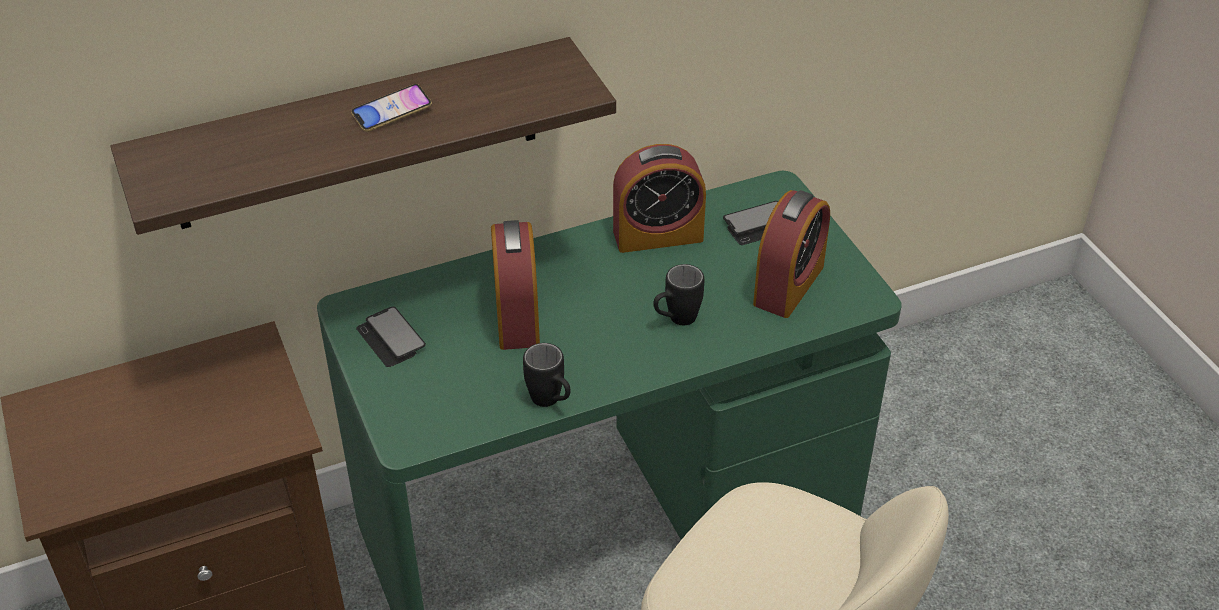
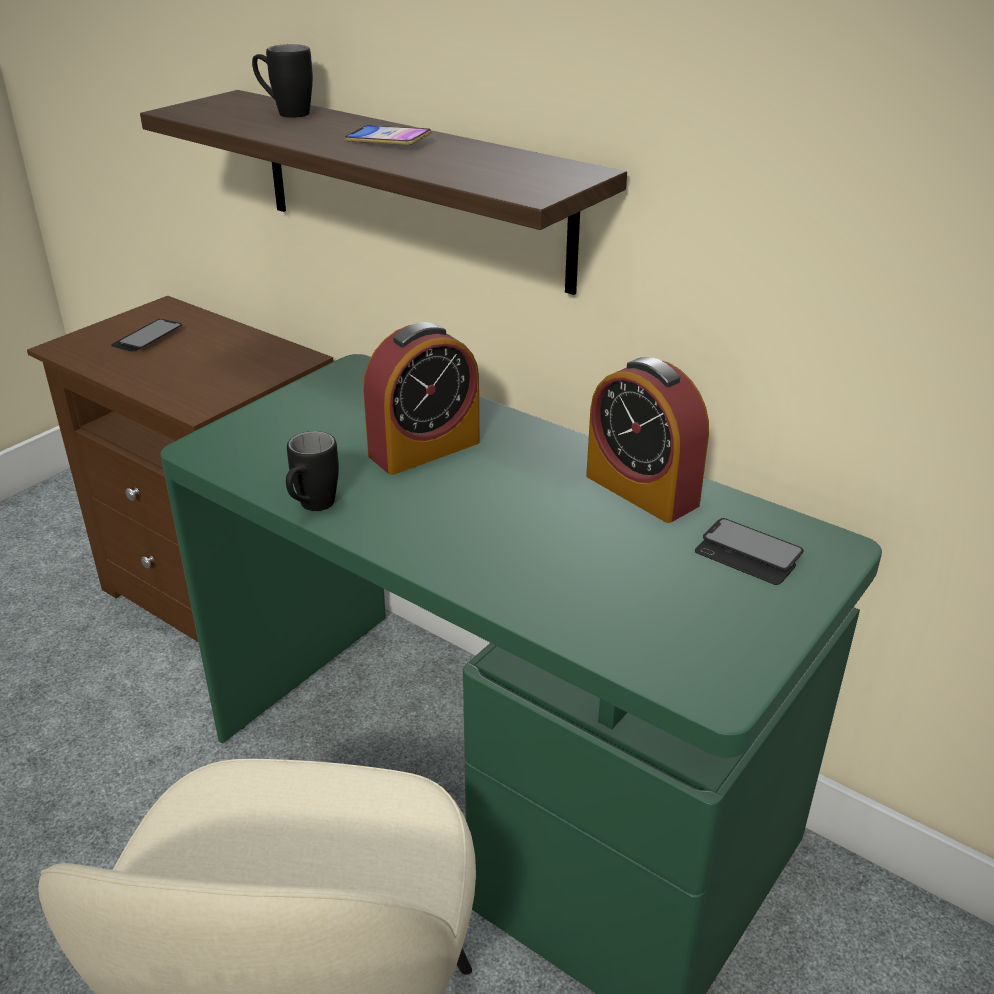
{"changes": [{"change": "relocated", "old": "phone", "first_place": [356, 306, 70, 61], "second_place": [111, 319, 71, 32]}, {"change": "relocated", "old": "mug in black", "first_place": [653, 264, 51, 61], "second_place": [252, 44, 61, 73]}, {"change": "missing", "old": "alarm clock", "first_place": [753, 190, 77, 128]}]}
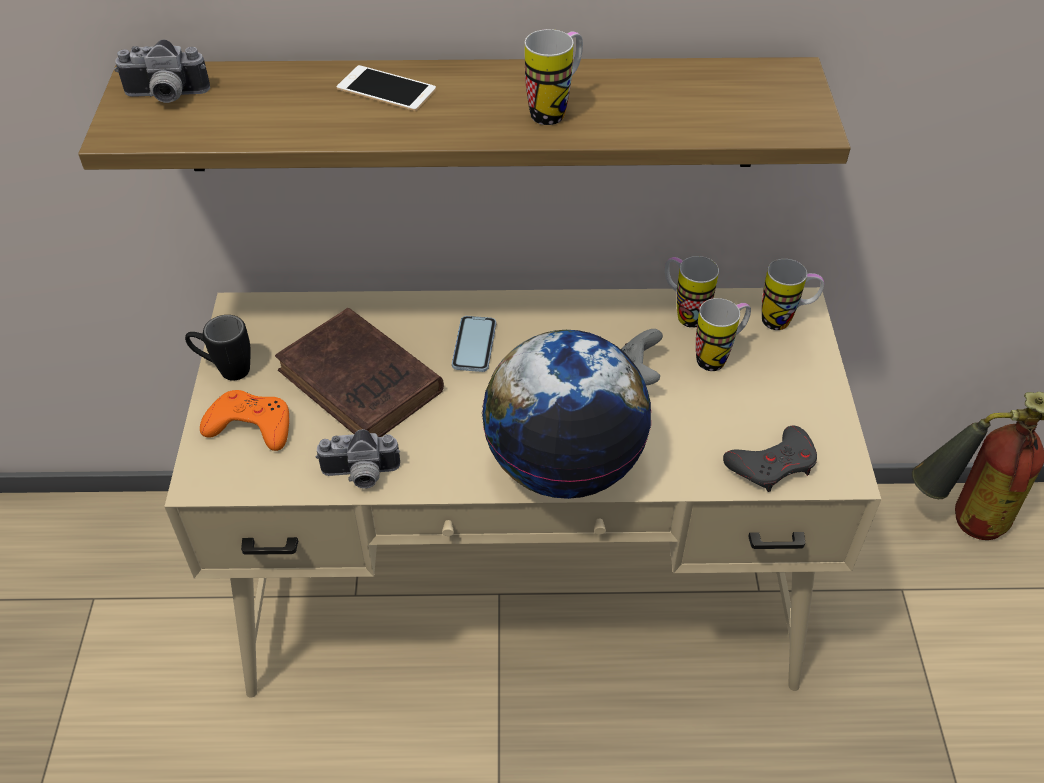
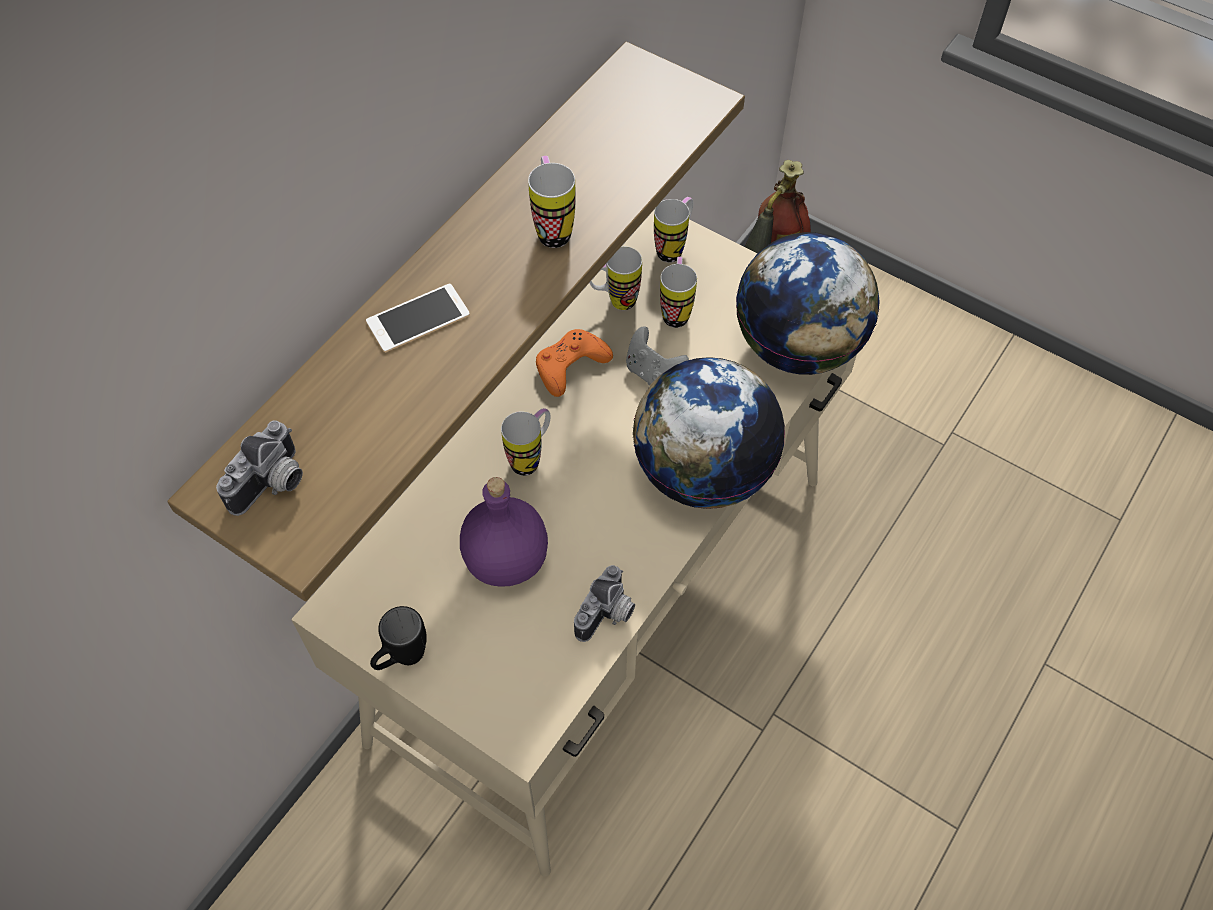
{"changes": [{"change": "exchanged", "old": "book in brown", "new": "bottle in purple", "first_place": [275, 308, 169, 129], "second_place": [460, 477, 88, 110]}, {"change": "exchanged", "old": "phone", "new": "mug", "first_place": [452, 316, 44, 56], "second_place": [501, 408, 50, 68]}, {"change": "relocated", "old": "game controller in orange", "first_place": [200, 390, 89, 61], "second_place": [536, 329, 77, 68]}, {"change": "exchanged", "old": "game controller in grey", "new": "globe", "first_place": [723, 426, 94, 66], "second_place": [736, 232, 144, 143]}]}
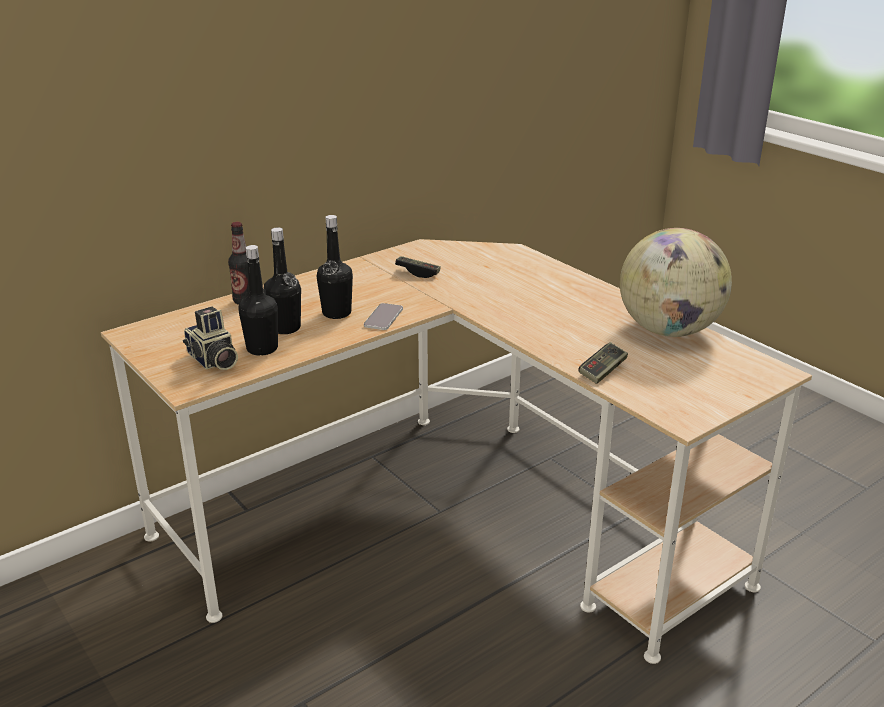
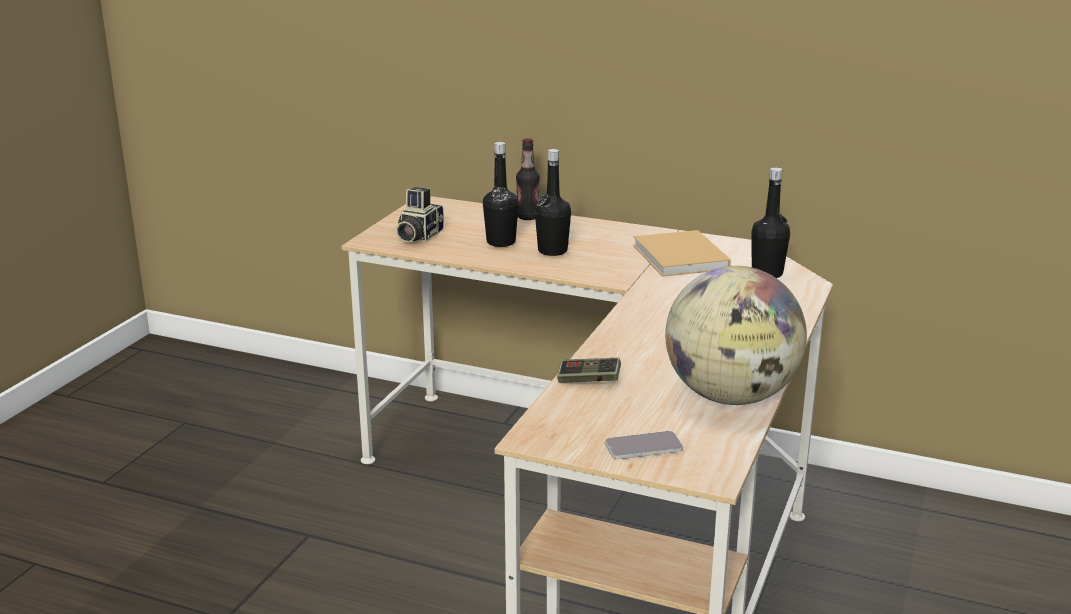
{"changes": [{"change": "relocated", "old": "phone", "first_place": [364, 303, 39, 27], "second_place": [605, 431, 78, 28]}, {"change": "exchanged", "old": "game controller", "new": "book in beige", "first_place": [395, 256, 46, 22], "second_place": [633, 230, 98, 47]}, {"change": "relocated", "old": "bottle in black", "first_place": [239, 245, 39, 111], "second_place": [751, 167, 39, 111]}]}
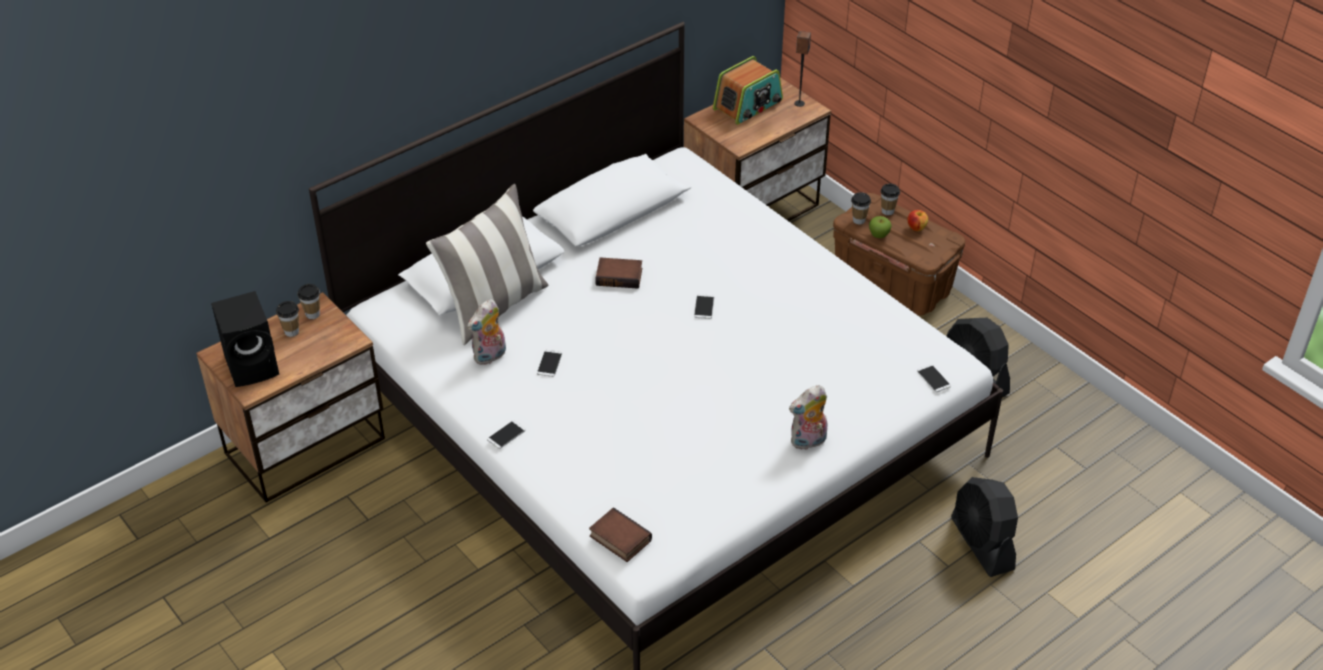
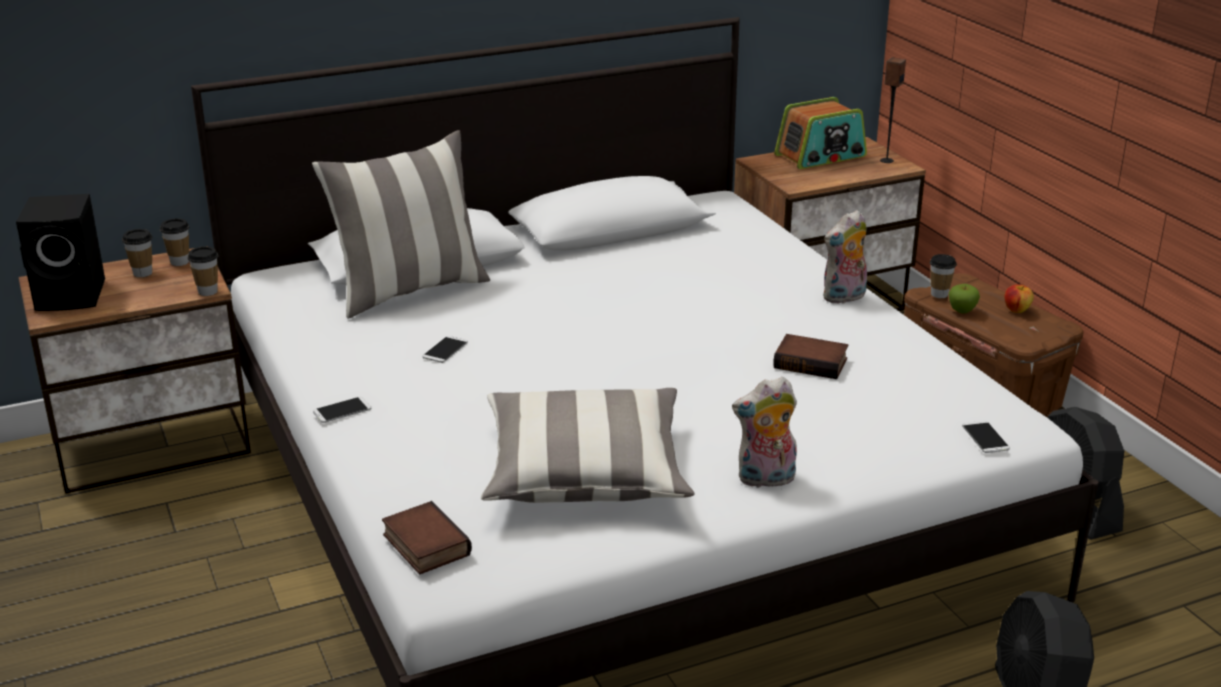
{"changes": [{"change": "relocated", "old": "cup", "first_place": [880, 184, 20, 32], "second_place": [188, 246, 30, 50]}, {"change": "appeared", "new": "pillow", "second_place": [481, 388, 213, 115]}, {"change": "relocated", "old": "book", "first_place": [595, 257, 47, 32], "second_place": [773, 334, 75, 45]}, {"change": "relocated", "old": "plush toy", "first_place": [467, 299, 39, 66], "second_place": [823, 210, 44, 94]}, {"change": "missing", "old": "phone", "first_place": [694, 294, 20, 25]}]}
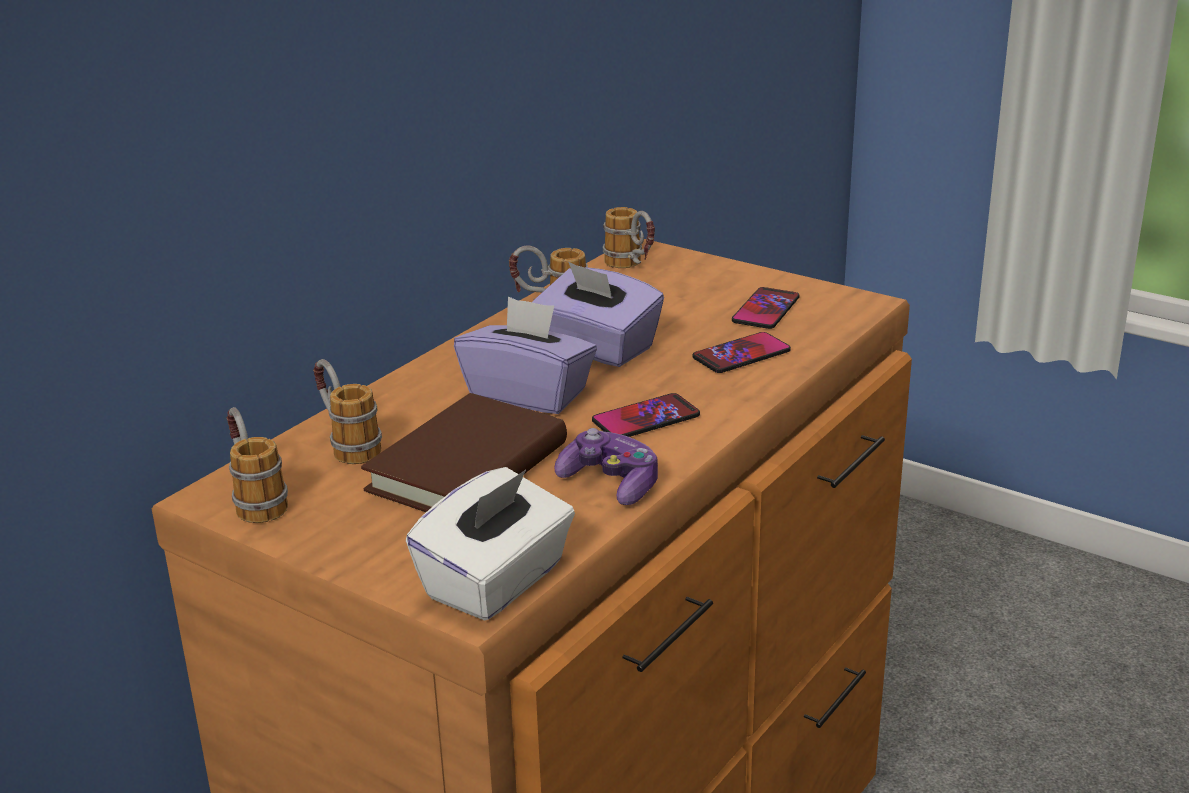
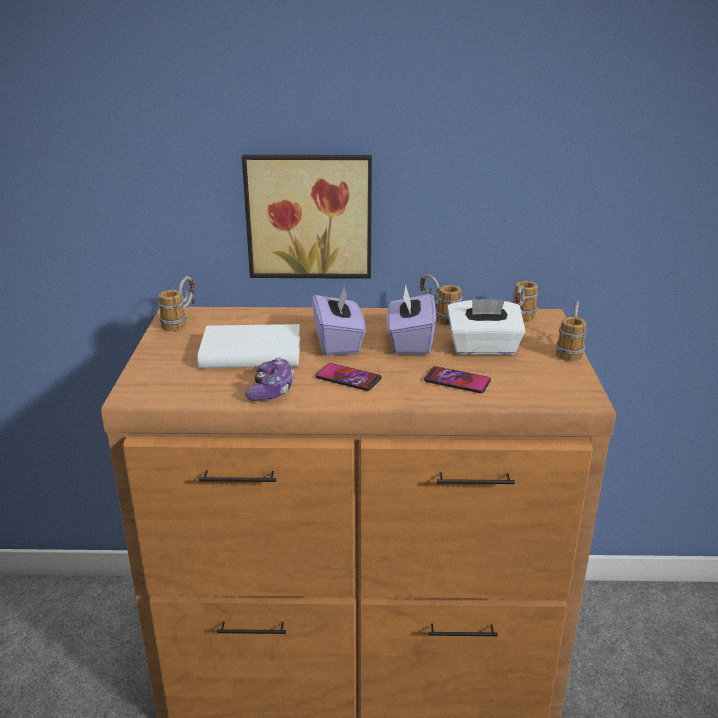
{"changes": [{"change": "colour", "old": "book in brown", "new": "book in white", "first_place": [361, 393, 206, 119], "second_place": [198, 324, 102, 44]}, {"change": "appeared", "new": "picture", "second_place": [242, 155, 130, 124]}, {"change": "relocated", "old": "tissue box in white", "first_place": [406, 467, 169, 154], "second_place": [447, 298, 79, 57]}, {"change": "relocated", "old": "mug", "first_place": [313, 359, 69, 105], "second_place": [556, 301, 31, 60]}, {"change": "missing", "old": "phone", "first_place": [732, 287, 67, 42]}]}
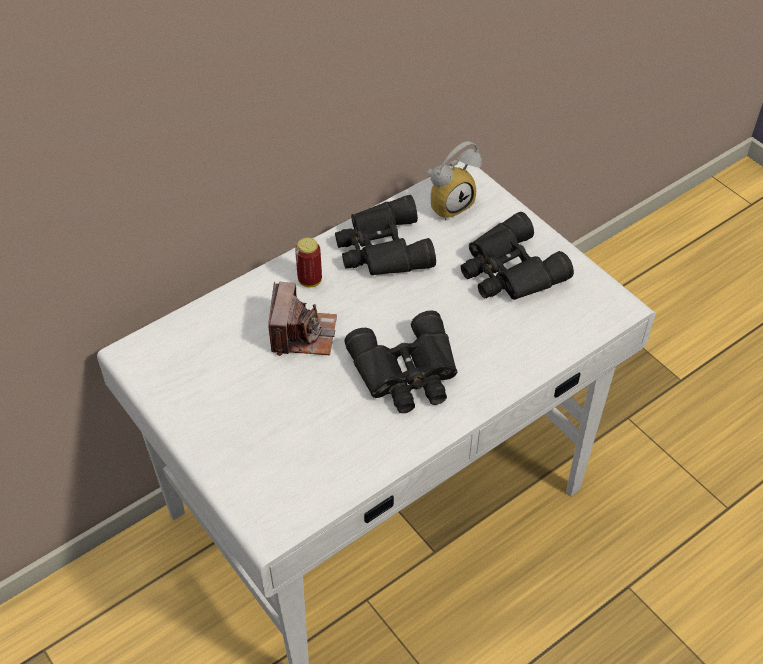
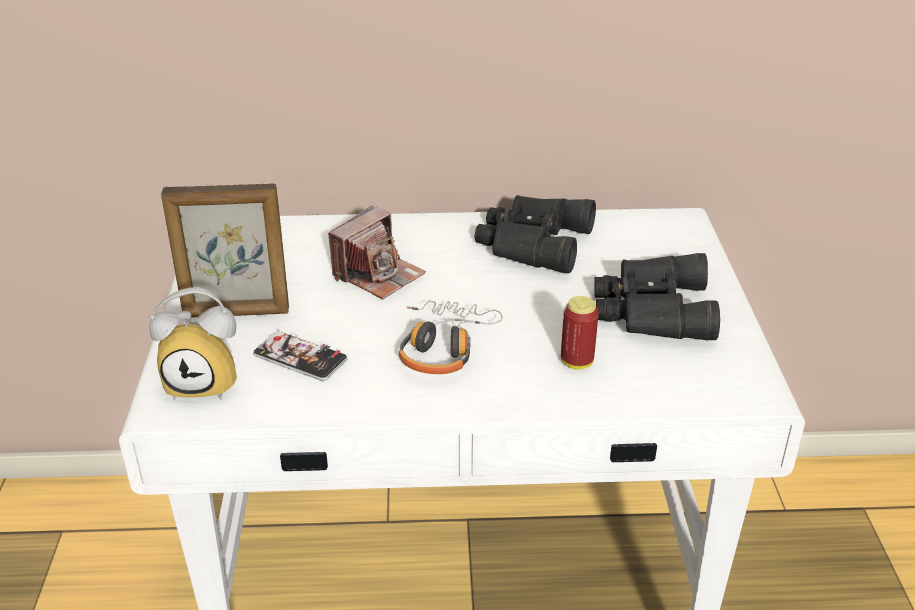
{"changes": [{"change": "relocated", "old": "alarm clock", "first_place": [427, 141, 55, 79], "second_place": [149, 287, 88, 113]}, {"change": "appeared", "new": "picture frame", "second_place": [161, 183, 128, 134]}, {"change": "appeared", "new": "phone", "second_place": [253, 329, 95, 52]}, {"change": "exchanged", "old": "binoculars in black", "new": "headphones", "first_place": [345, 311, 113, 102], "second_place": [399, 301, 104, 73]}, {"change": "relocated", "old": "can", "first_place": [295, 238, 27, 49], "second_place": [561, 296, 38, 74]}]}
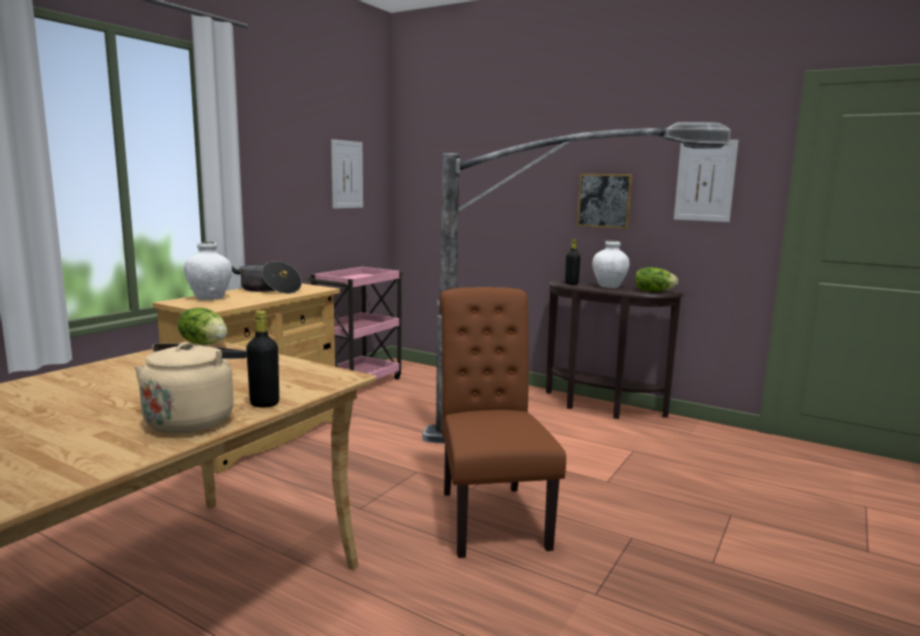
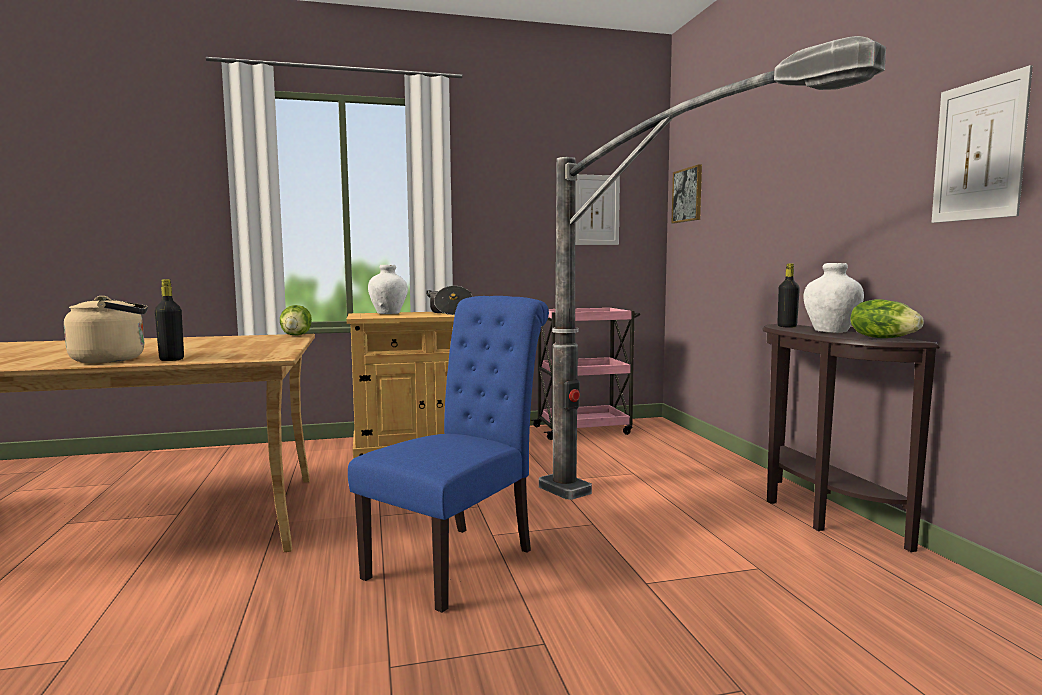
{"changes": [{"change": "colour", "old": "chair in brown", "new": "chair in blue", "first_place": [439, 287, 127, 271], "second_place": [348, 296, 201, 317]}, {"change": "relocated", "old": "picture", "first_place": [577, 174, 56, 55], "second_place": [672, 164, 30, 59]}]}
